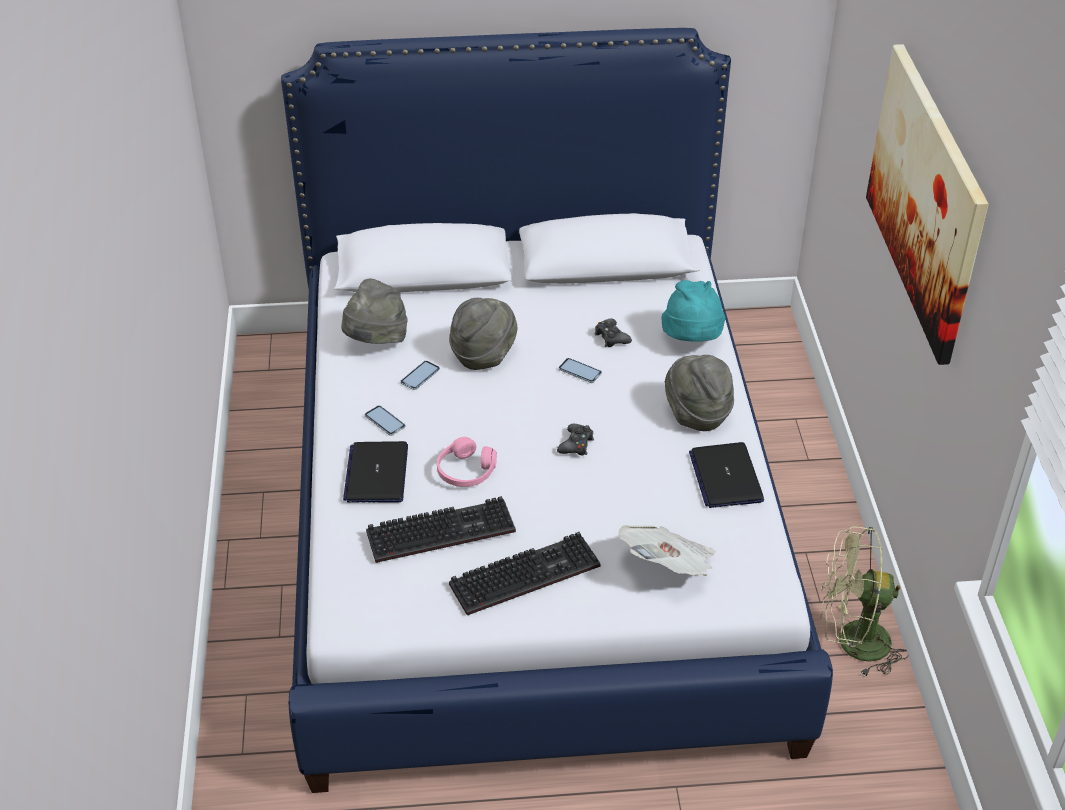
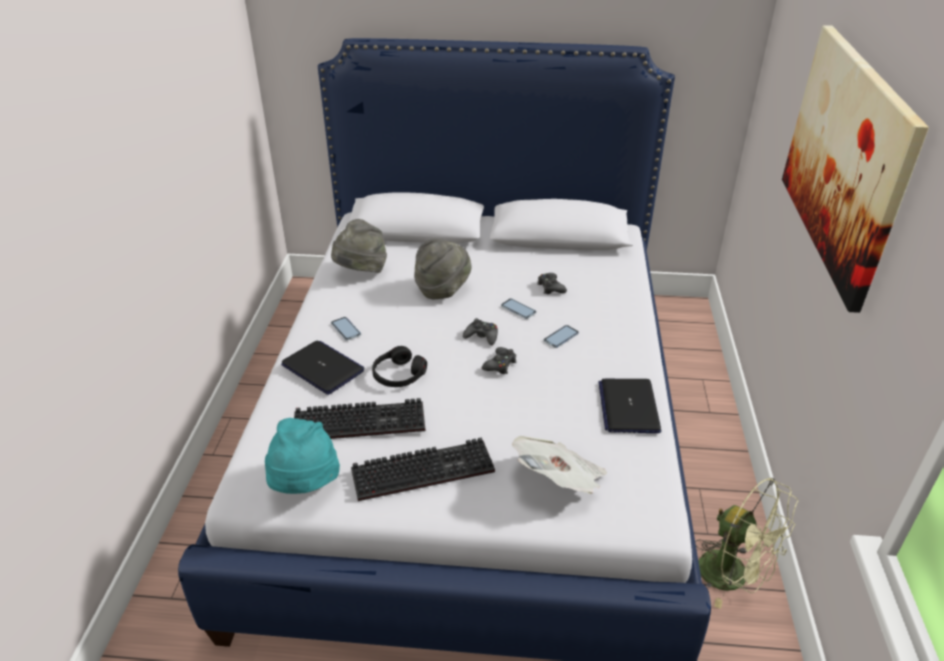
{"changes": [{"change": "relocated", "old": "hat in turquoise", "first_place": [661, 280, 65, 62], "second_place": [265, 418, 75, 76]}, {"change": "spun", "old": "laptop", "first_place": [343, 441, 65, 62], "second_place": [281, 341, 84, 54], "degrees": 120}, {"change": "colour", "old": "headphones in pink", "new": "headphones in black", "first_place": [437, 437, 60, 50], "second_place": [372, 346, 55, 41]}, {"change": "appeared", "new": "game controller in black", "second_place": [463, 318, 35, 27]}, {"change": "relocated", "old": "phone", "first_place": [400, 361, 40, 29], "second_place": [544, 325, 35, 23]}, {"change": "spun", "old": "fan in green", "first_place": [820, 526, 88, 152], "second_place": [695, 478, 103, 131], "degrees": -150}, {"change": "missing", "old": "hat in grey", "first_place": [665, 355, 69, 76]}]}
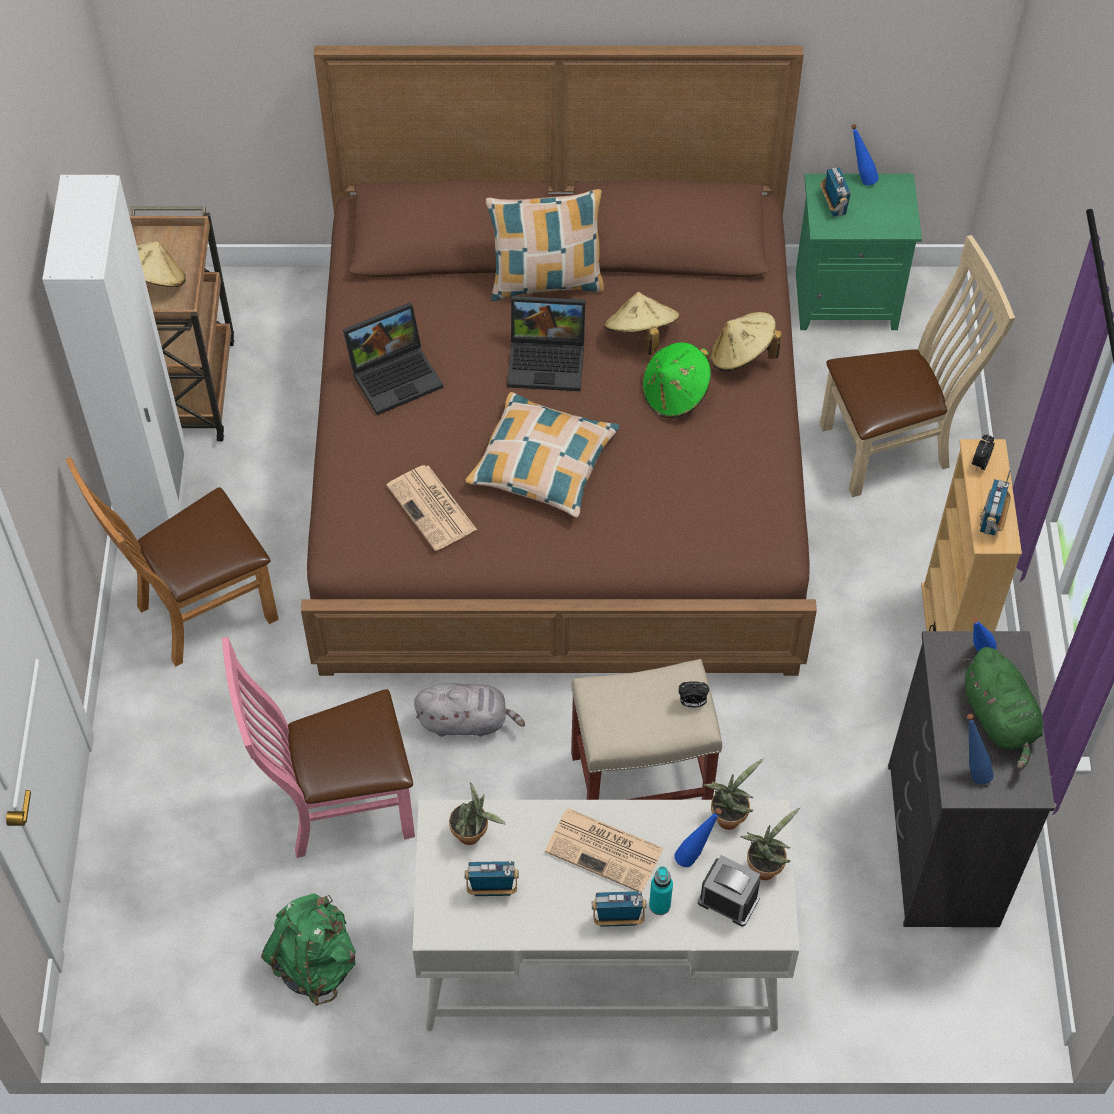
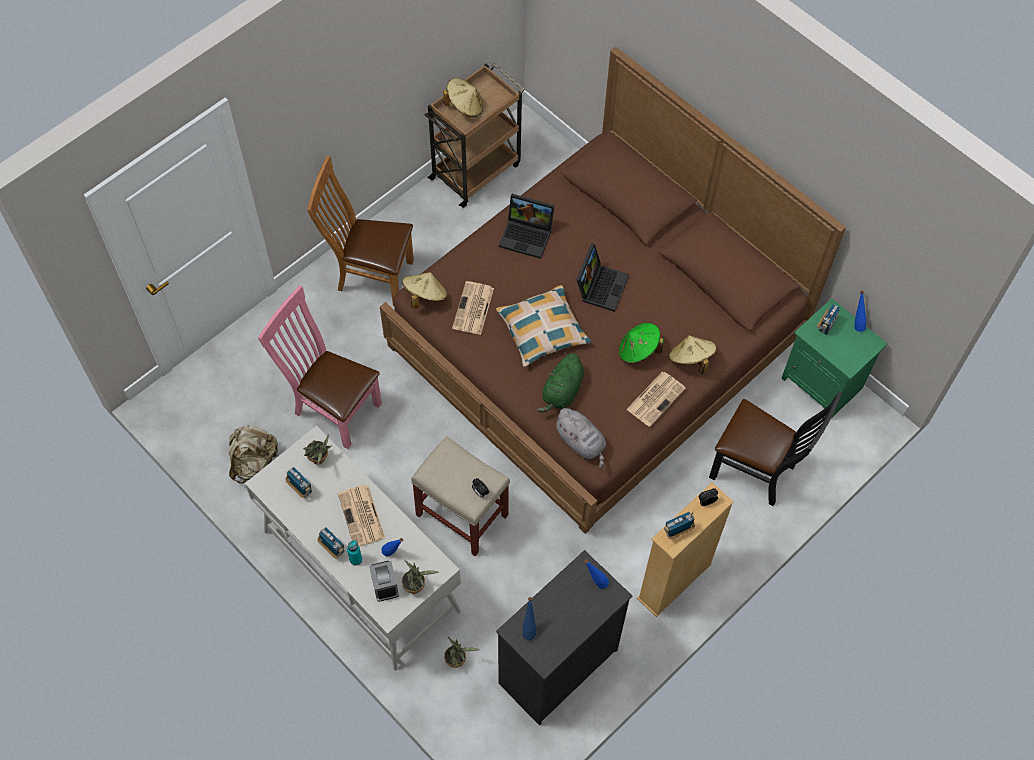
{"changes": [{"change": "colour", "old": "backpack in green", "new": "backpack in beige", "first_place": [261, 893, 95, 113], "second_place": [229, 425, 49, 59]}, {"change": "relocated", "old": "hat in beige", "first_place": [604, 292, 75, 63], "second_place": [402, 272, 46, 37]}, {"change": "relocated", "old": "potted plant", "first_place": [704, 758, 60, 72], "second_place": [444, 637, 36, 31]}, {"change": "relocated", "old": "plush toy in green", "first_place": [963, 647, 80, 123], "second_place": [537, 353, 47, 60]}, {"change": "relocated", "old": "plush toy in grey", "first_place": [414, 683, 111, 54], "second_place": [554, 408, 52, 61]}, {"change": "spun", "old": "laptop", "first_place": [507, 296, 78, 95], "second_place": [576, 244, 53, 68], "degrees": -120}, {"change": "appeared", "new": "newspaper", "second_place": [626, 372, 60, 55]}, {"change": "colour", "old": "chair in beige", "new": "chair in black", "first_place": [820, 235, 195, 262], "second_place": [709, 391, 133, 115]}, {"change": "missing", "old": "wardrobe in white", "first_place": [42, 175, 146, 379]}, {"change": "missing", "old": "pillow", "first_place": [486, 189, 118, 112]}]}
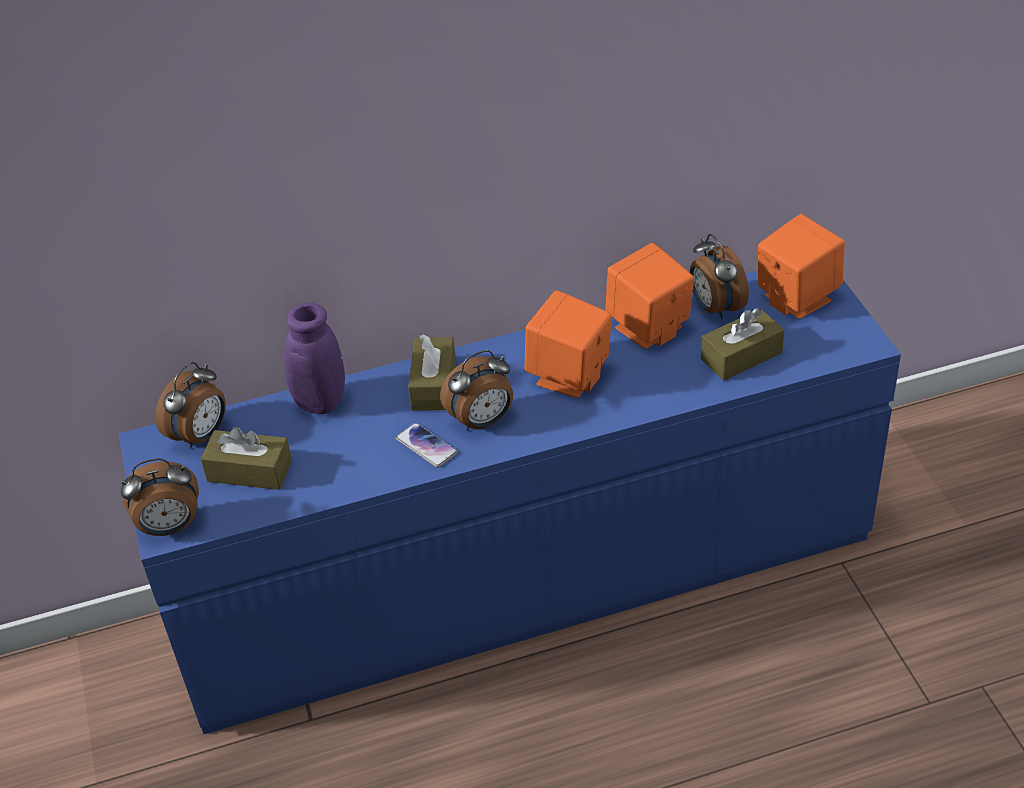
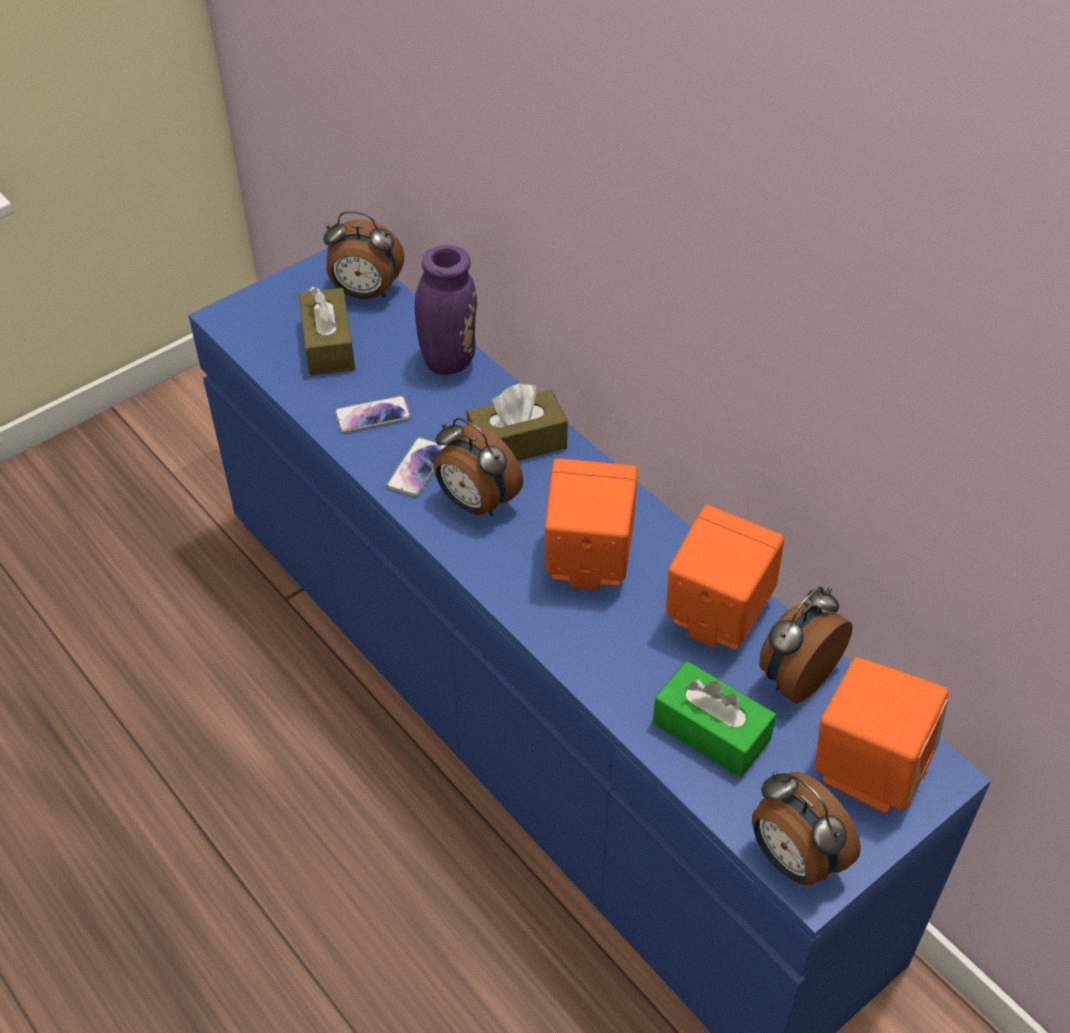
{"changes": [{"change": "appeared", "new": "phone", "second_place": [334, 396, 77, 37]}, {"change": "colour", "old": "tissue box in brown", "new": "tissue box in green", "first_place": [701, 308, 83, 73], "second_place": [653, 661, 123, 116]}, {"change": "relocated", "old": "alarm clock", "first_place": [121, 458, 78, 78], "second_place": [752, 772, 109, 113]}]}
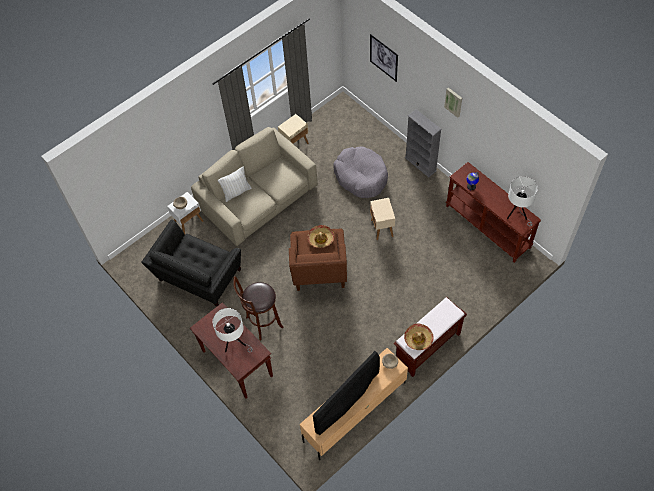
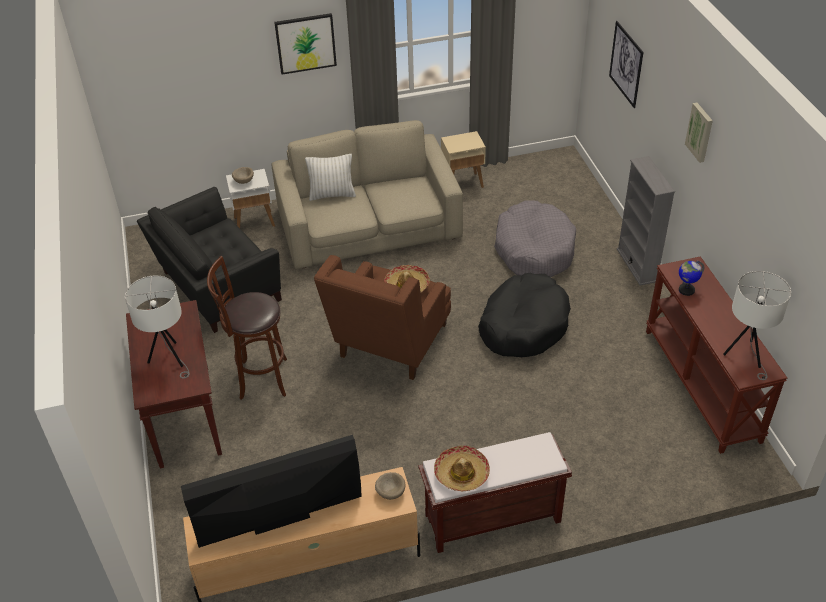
{"changes": [{"change": "appeared", "new": "picture", "second_place": [274, 13, 63, 62]}, {"change": "exchanged", "old": "side table in beige", "new": "dog bed in black", "first_place": [370, 198, 25, 42], "second_place": [478, 273, 93, 84]}]}
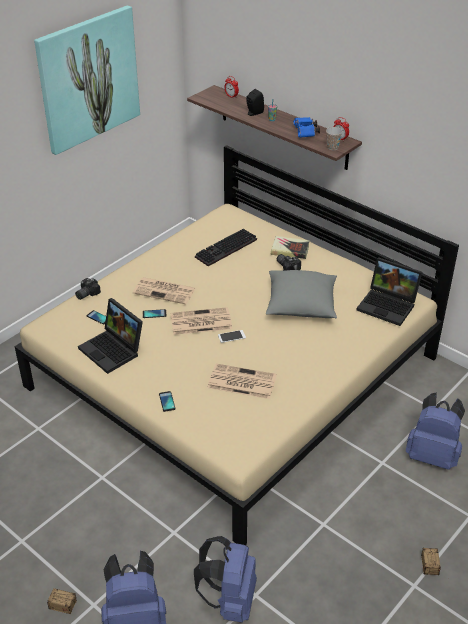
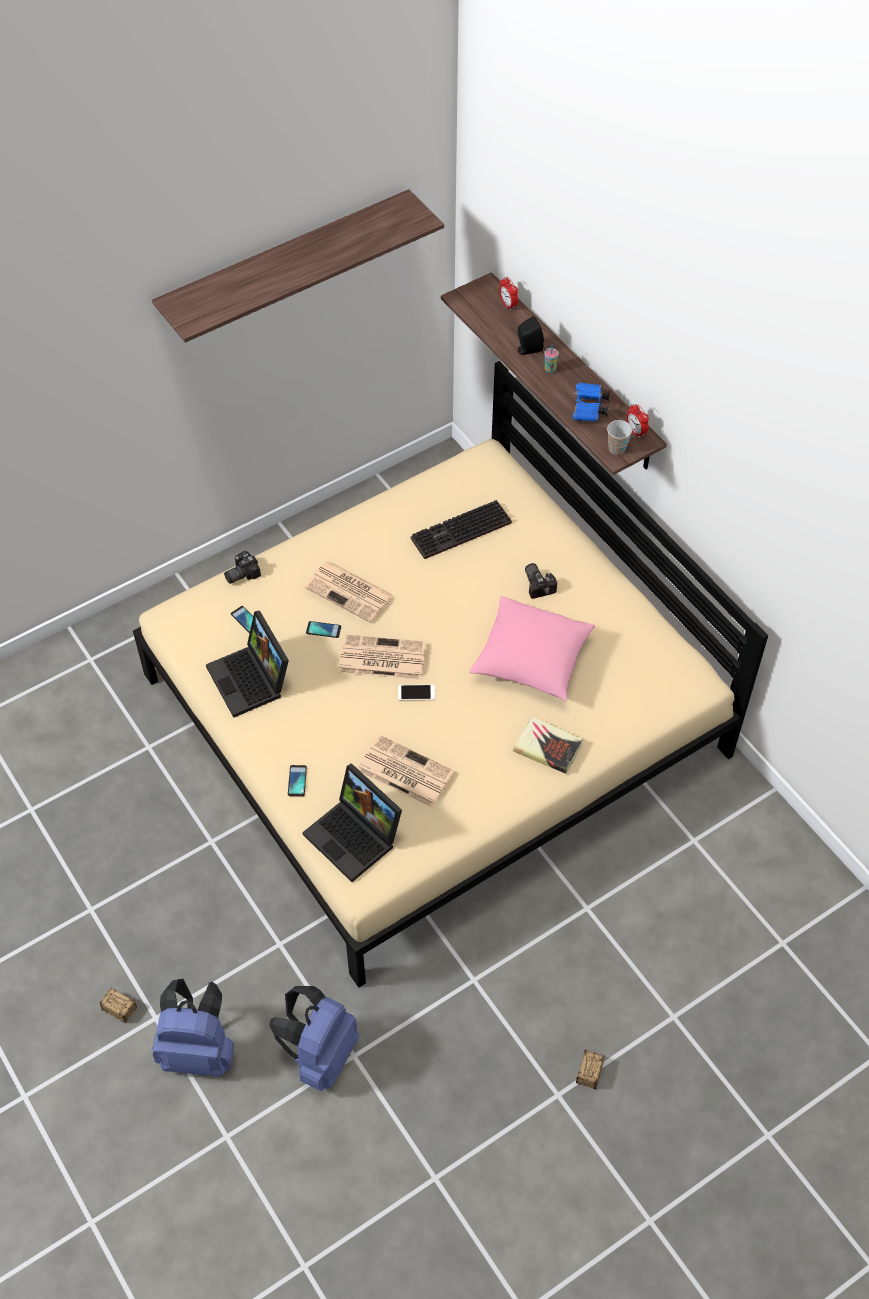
{"changes": [{"change": "exchanged", "old": "picture", "new": "shelf", "first_place": [34, 5, 106, 150], "second_place": [152, 189, 292, 154]}, {"change": "relocated", "old": "laptop", "first_place": [357, 257, 65, 69], "second_place": [303, 763, 99, 119]}, {"change": "colour", "old": "pillow in grey", "new": "pillow in pink", "first_place": [266, 270, 71, 48], "second_place": [469, 596, 126, 106]}, {"change": "relocated", "old": "book", "first_place": [270, 236, 39, 23], "second_place": [513, 716, 70, 58]}, {"change": "missing", "old": "backpack in blue", "first_place": [406, 392, 59, 78]}]}
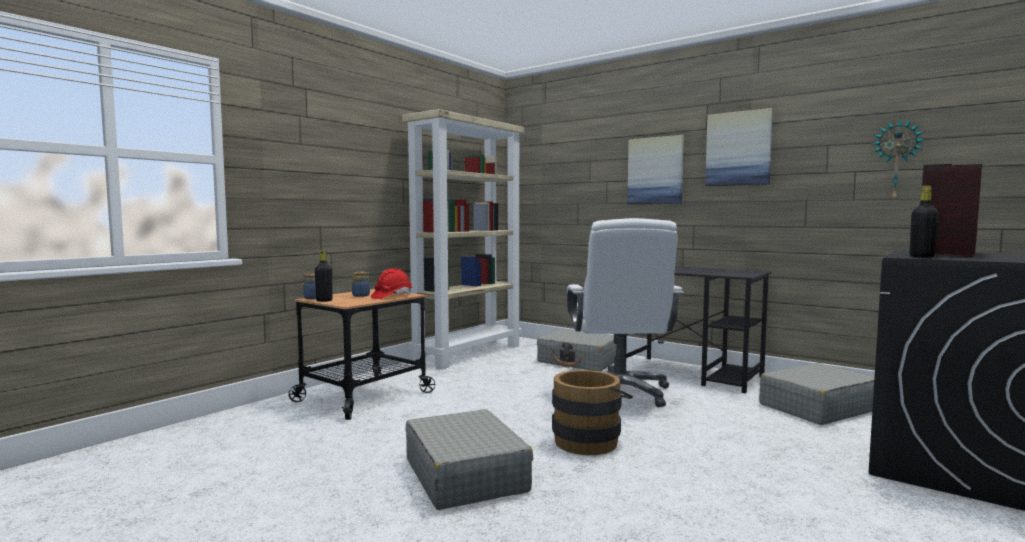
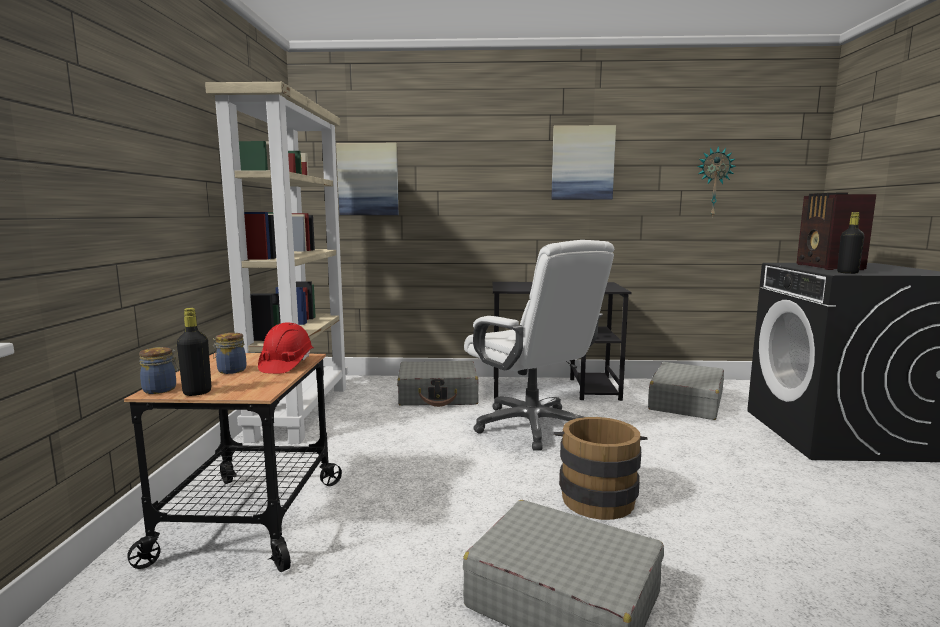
{"changes": [{"change": "relocated", "old": "picture", "first_place": [627, 135, 57, 70], "second_place": [336, 143, 63, 72]}]}
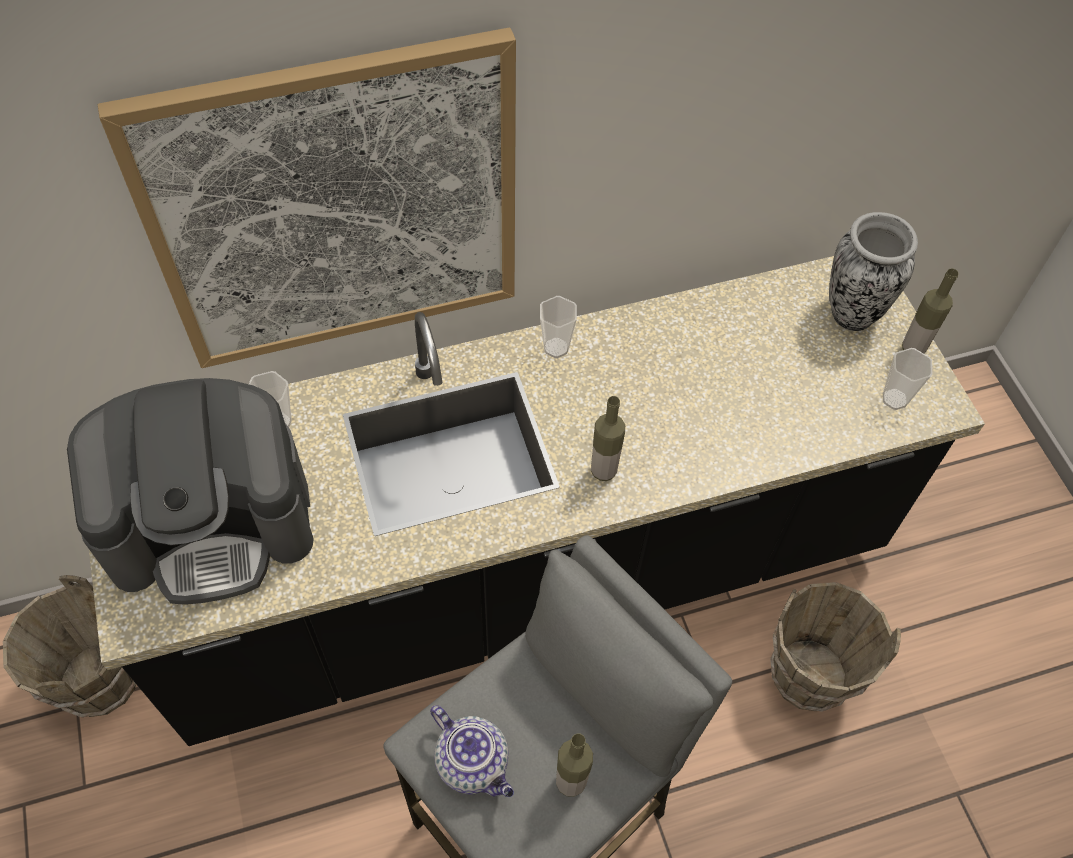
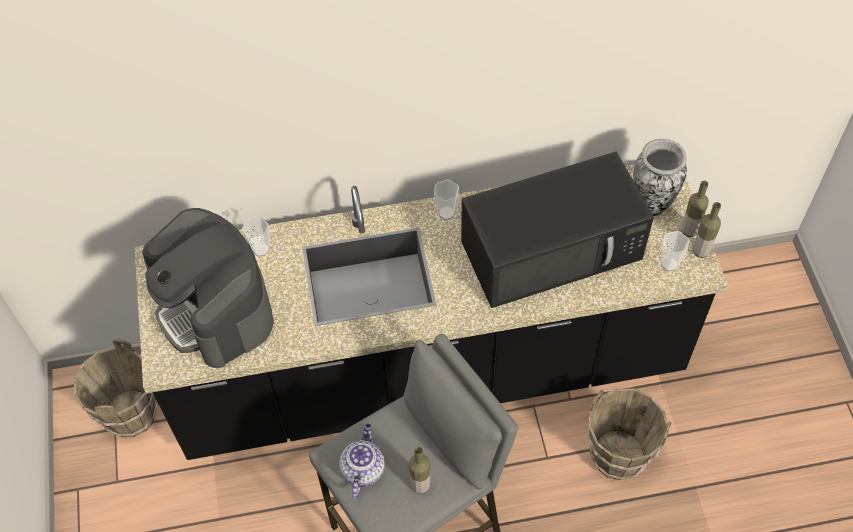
{"changes": [{"change": "spun", "old": "coffee machine", "first_place": [67, 378, 247, 227], "second_place": [143, 208, 131, 160], "degrees": 60}, {"change": "spun", "old": "teapot", "first_place": [430, 705, 84, 92], "second_place": [339, 423, 46, 76], "degrees": -135}, {"change": "appeared", "new": "microwave in black", "second_place": [461, 151, 193, 157]}, {"change": "relocated", "old": "bottle", "first_place": [591, 396, 34, 85], "second_place": [693, 202, 28, 56]}, {"change": "missing", "old": "picture", "first_place": [98, 27, 418, 341]}]}
